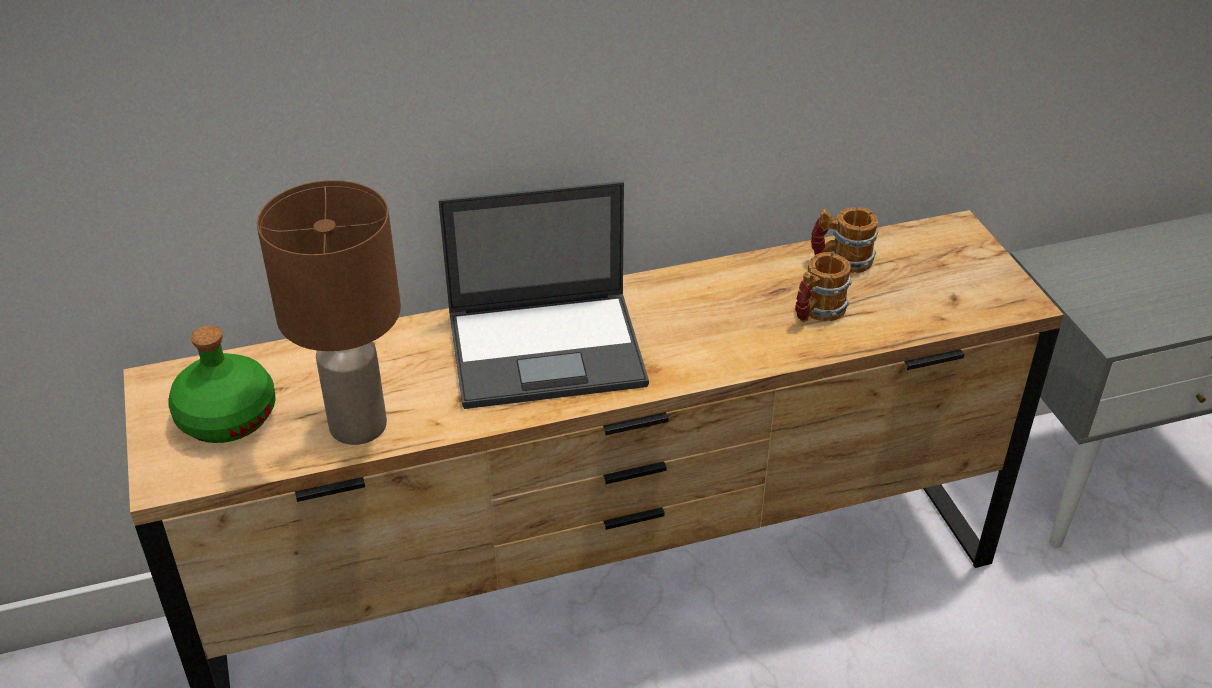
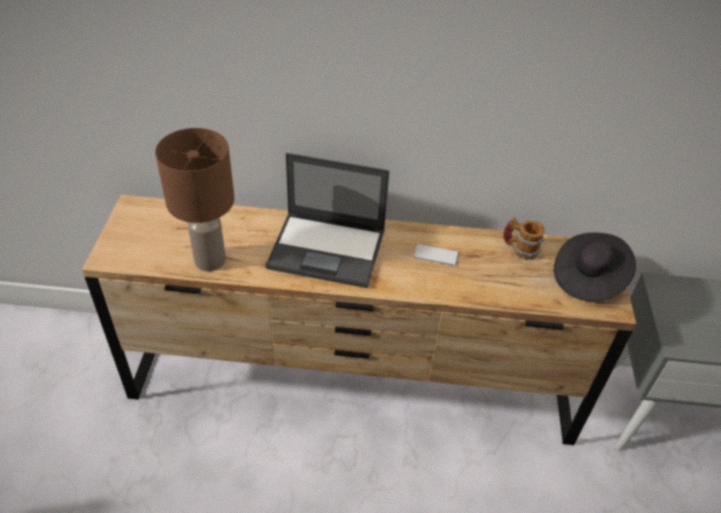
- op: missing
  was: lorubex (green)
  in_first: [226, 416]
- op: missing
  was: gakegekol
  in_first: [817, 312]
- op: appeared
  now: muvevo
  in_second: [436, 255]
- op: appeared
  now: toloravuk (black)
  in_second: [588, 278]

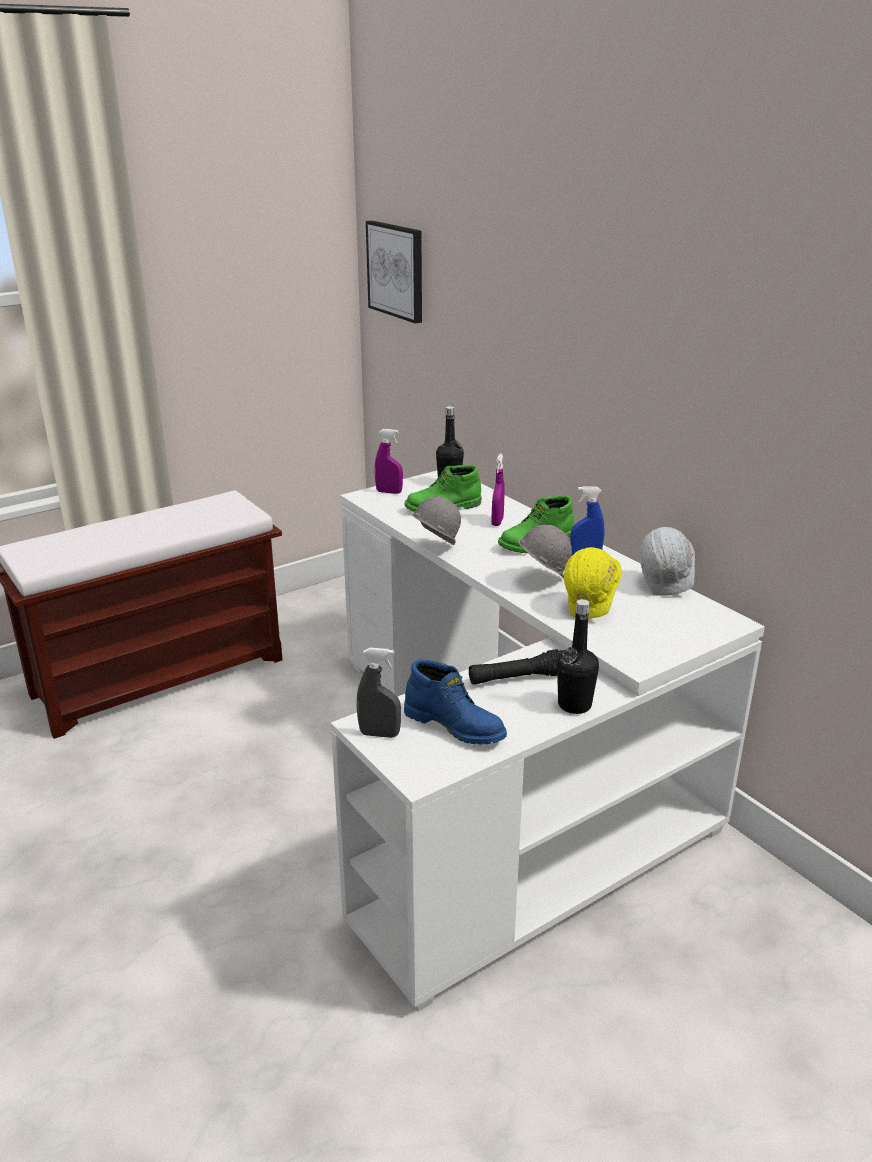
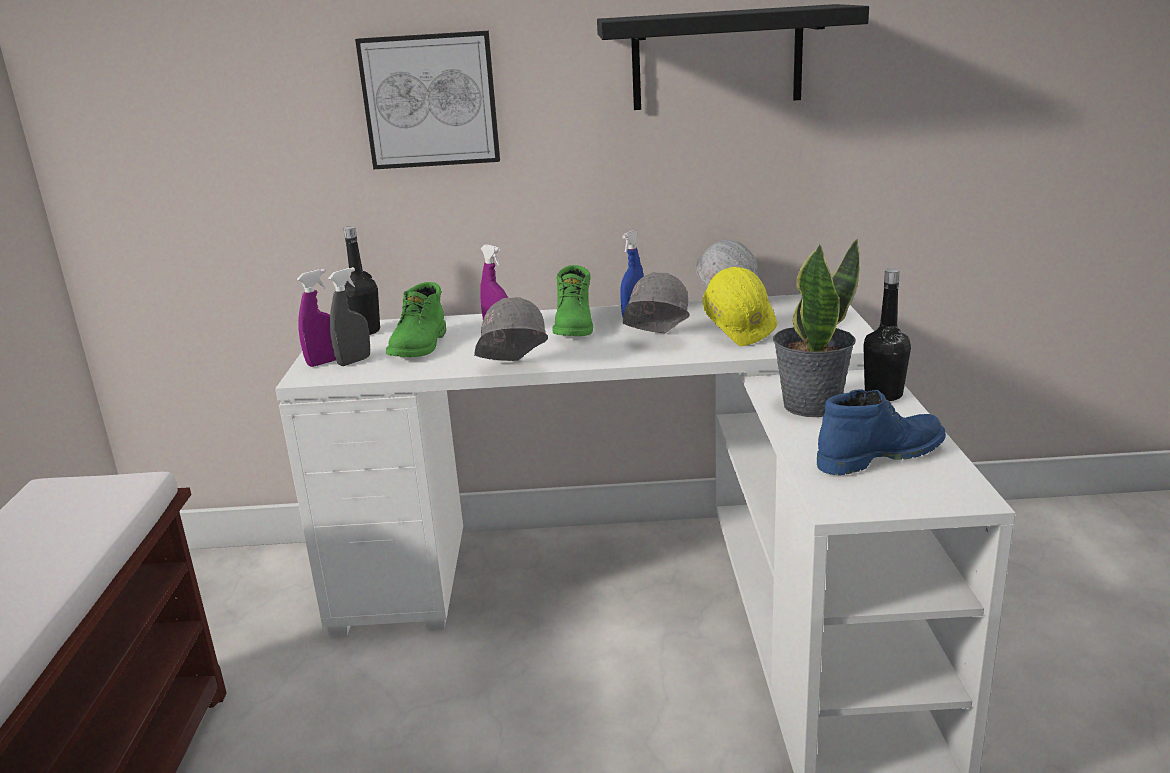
- op: relocated
  was: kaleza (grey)
  in_first: [379, 734]
  in_second: [354, 361]
- op: relocated
  was: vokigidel
  in_first: [396, 270]
  in_second: [430, 100]
- op: exchanged
  was: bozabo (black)
  now: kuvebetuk
  in_first: [520, 678]
  in_second: [810, 405]
- op: appeared
  now: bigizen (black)
  in_second: [716, 58]

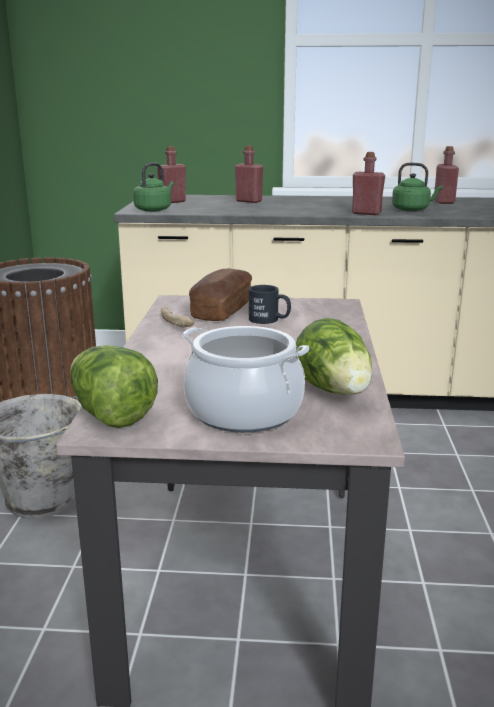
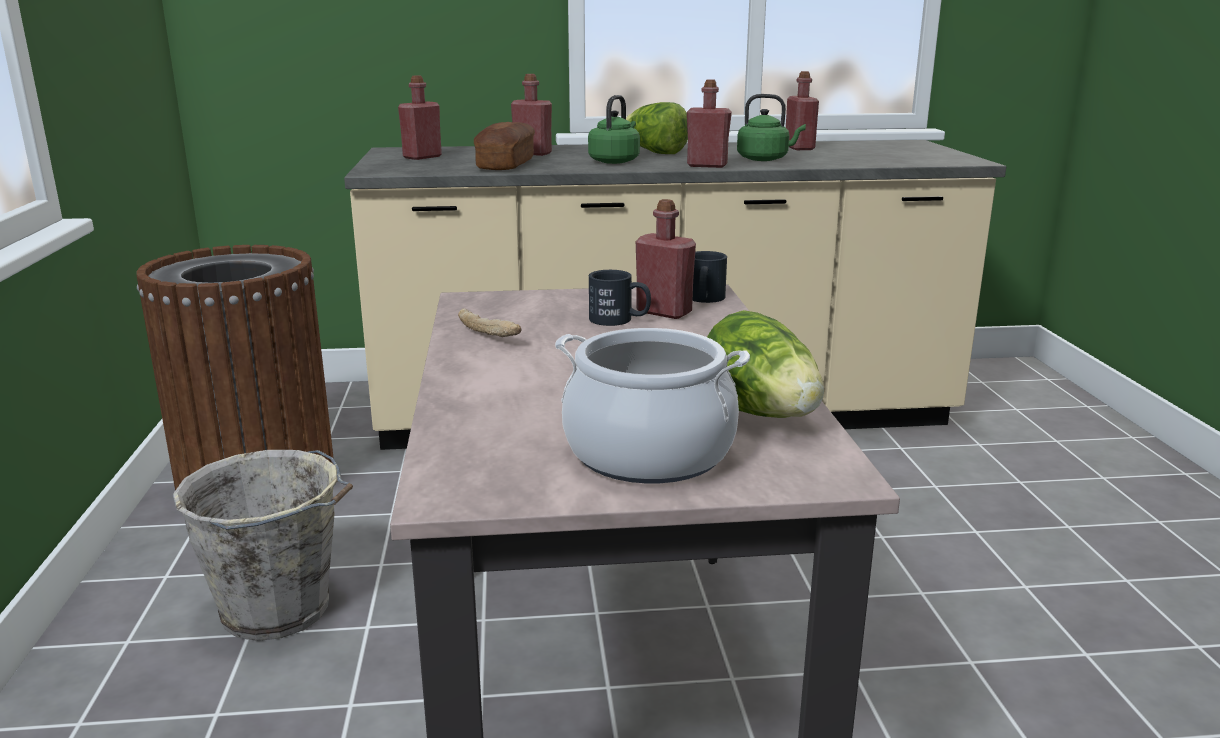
- op: relocated
  was: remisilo
  in_first: [110, 415]
  in_second: [655, 152]
- op: relocated
  was: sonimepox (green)
  in_first: [154, 210]
  in_second: [615, 161]
- op: relocated
  was: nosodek
  in_first: [222, 310]
  in_second: [506, 164]
- op: appeared
  now: lorubex (red)
  in_second: [664, 312]
- op: appeared
  now: gakegekol (black)
  in_second: [704, 299]

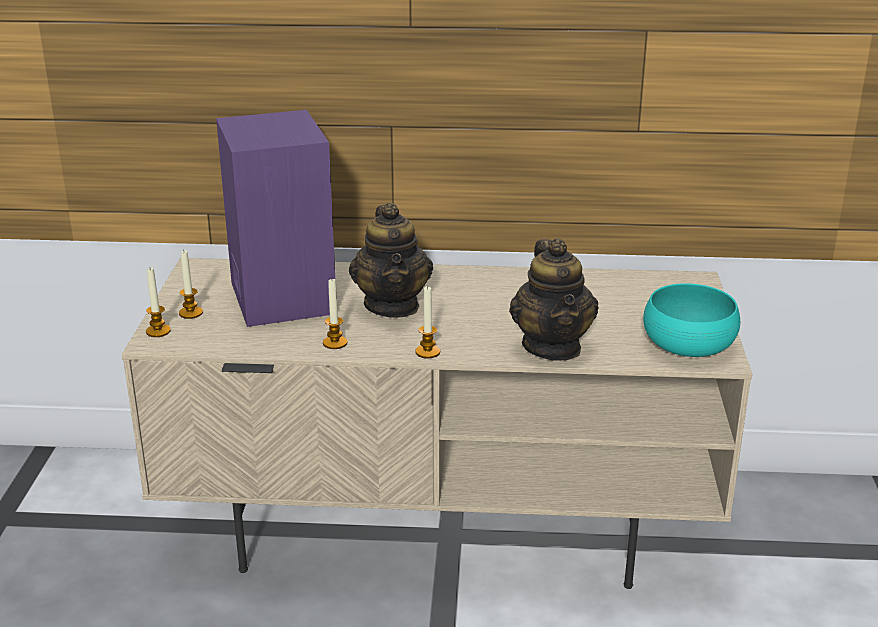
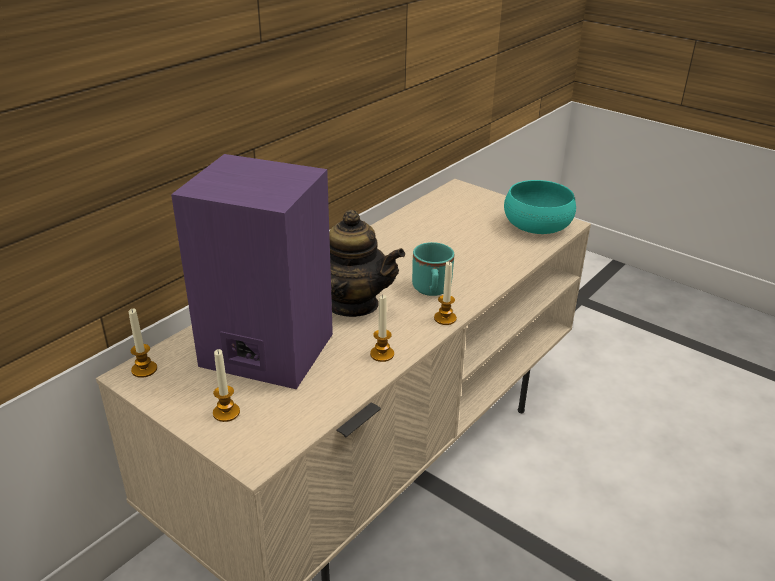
- op: relocated
  was: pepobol
  in_first: [158, 331]
  in_second: [144, 369]
- op: missing
  was: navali
  in_first: [552, 347]
- op: appeared
  now: gakegekol (turquoise)
  in_second: [432, 290]

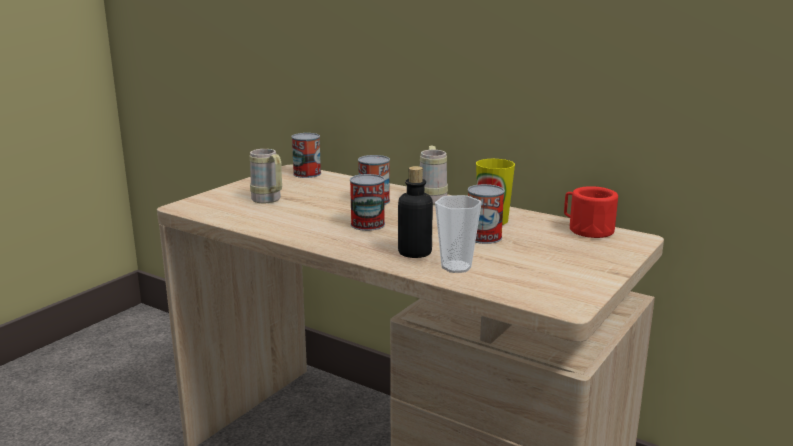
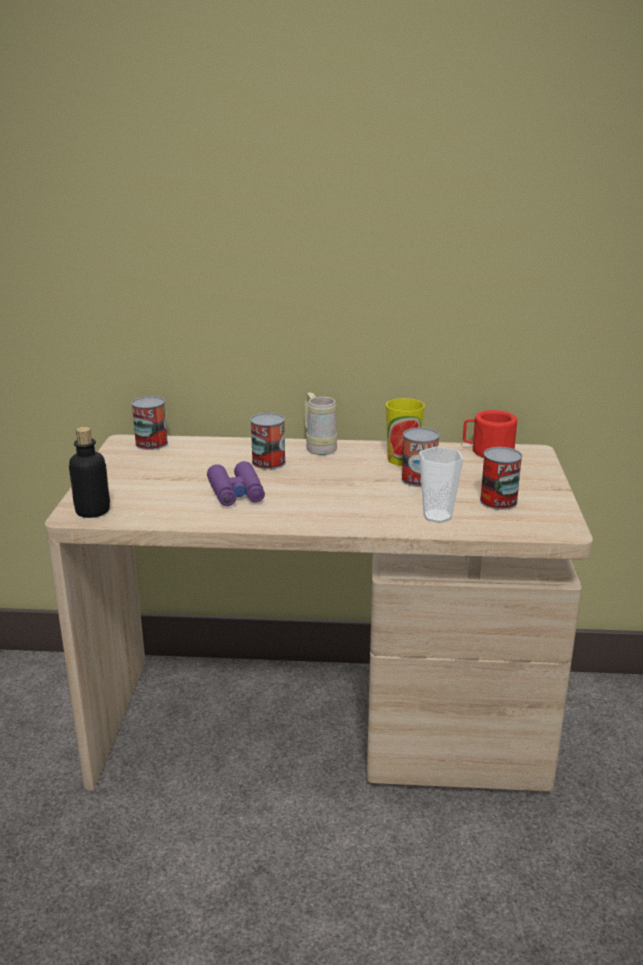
- op: missing
  was: gakegekol (beige)
  in_first: [269, 200]
- op: relocated
  was: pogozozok
  in_first: [367, 224]
  in_second: [498, 501]
- op: relocated
  was: lorubex
  in_first: [414, 252]
  in_second: [92, 511]
- op: appeared
  now: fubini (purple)
  in_second: [236, 493]

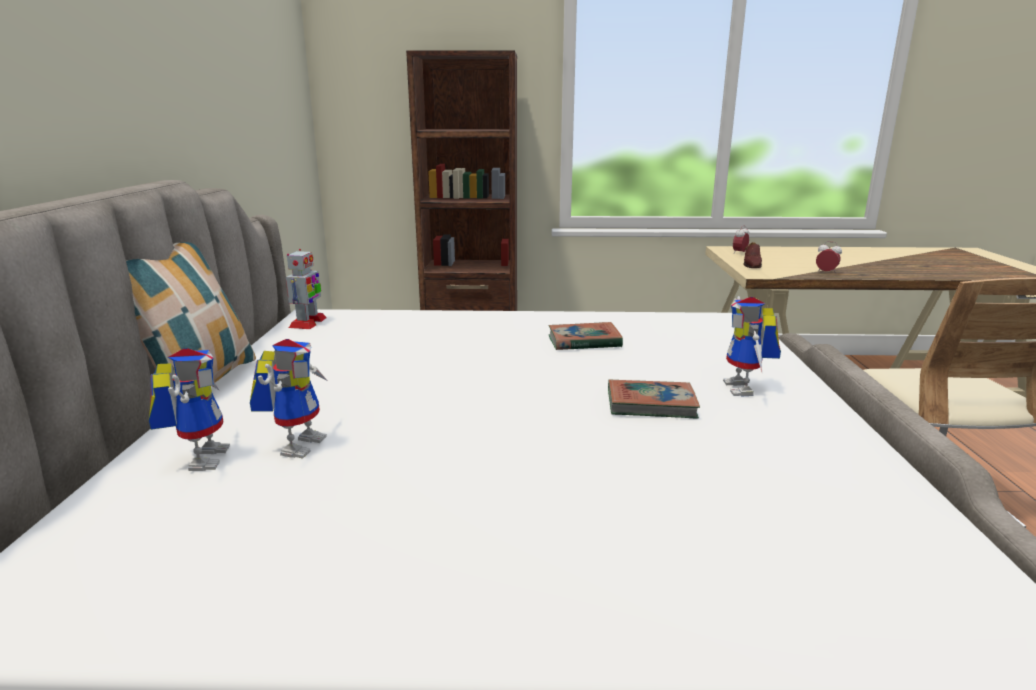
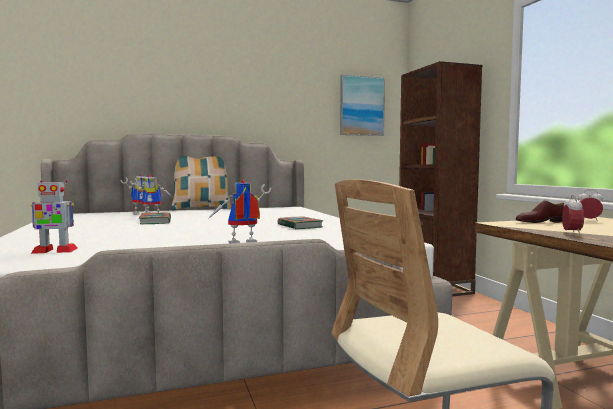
- op: relocated
  was: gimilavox
  in_first: [308, 323]
  in_second: [54, 251]
- op: relocated
  was: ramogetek
  in_first: [651, 404]
  in_second: [155, 221]
- op: appeared
  now: vokigidel
  in_second: [361, 106]

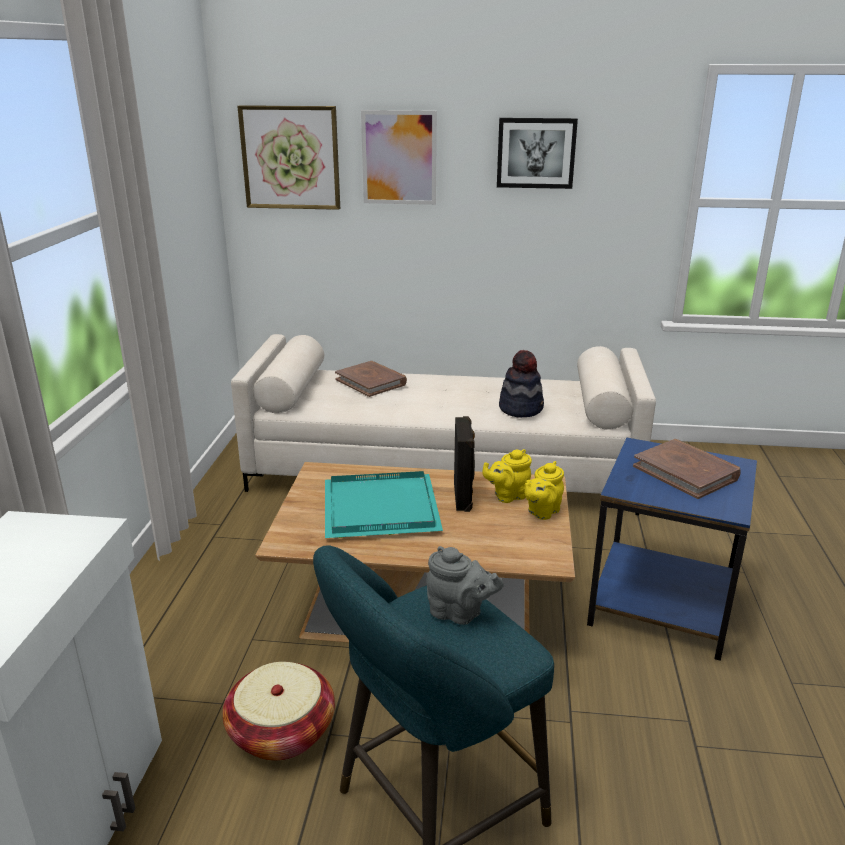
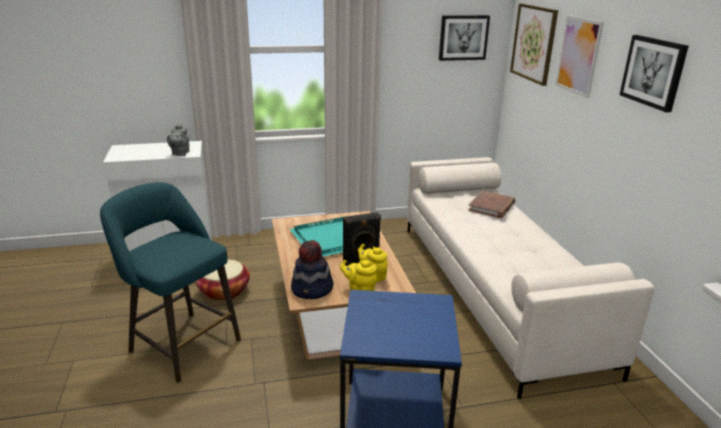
- op: relocated
  was: navali (grey)
  in_first: [459, 613]
  in_second: [180, 153]
- op: relocated
  was: toloravuk
  in_first: [521, 408]
  in_second: [312, 289]
- op: missing
  was: ramogetek (brown)
  in_first: [686, 472]
- op: appeared
  now: vokigidel
  in_second: [463, 37]

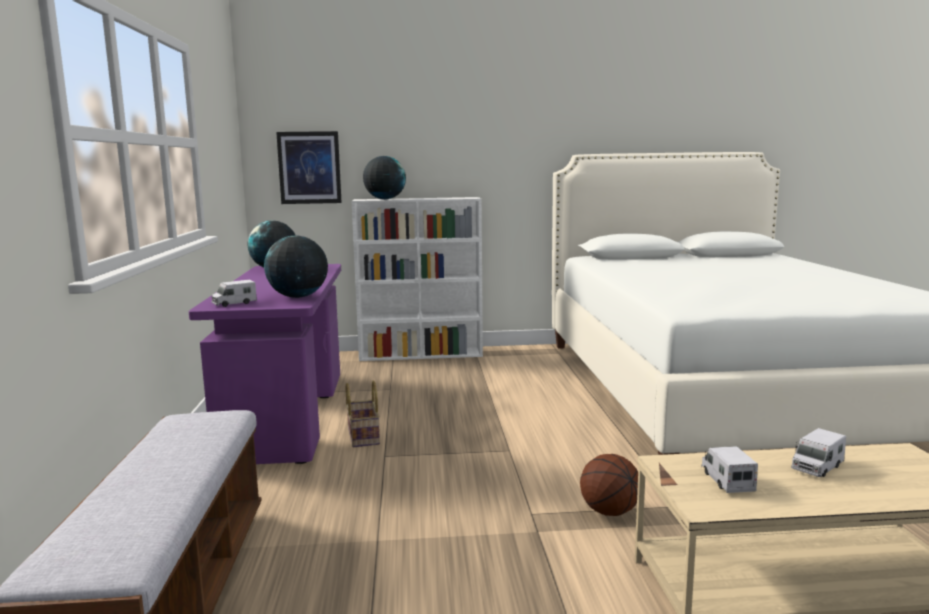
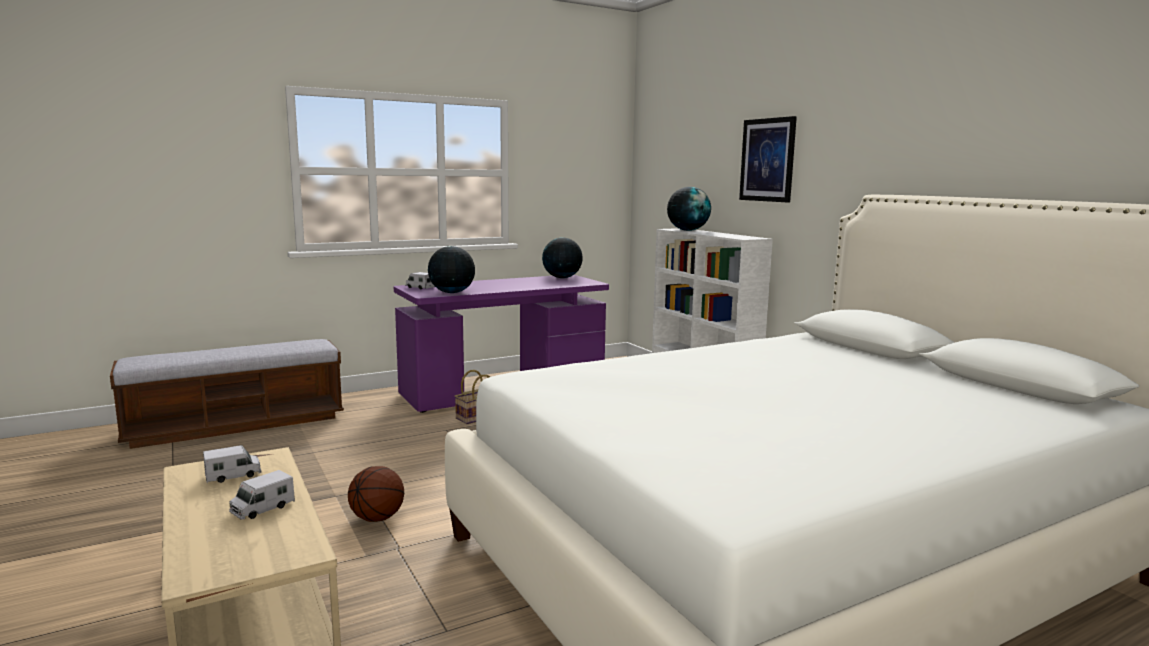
- op: relocated
  was: vokigidel
  in_first: [309, 167]
  in_second: [767, 160]
- op: spun
  was: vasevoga
  in_first: [817, 467]
  in_second: [262, 508]
  clockwise: -75

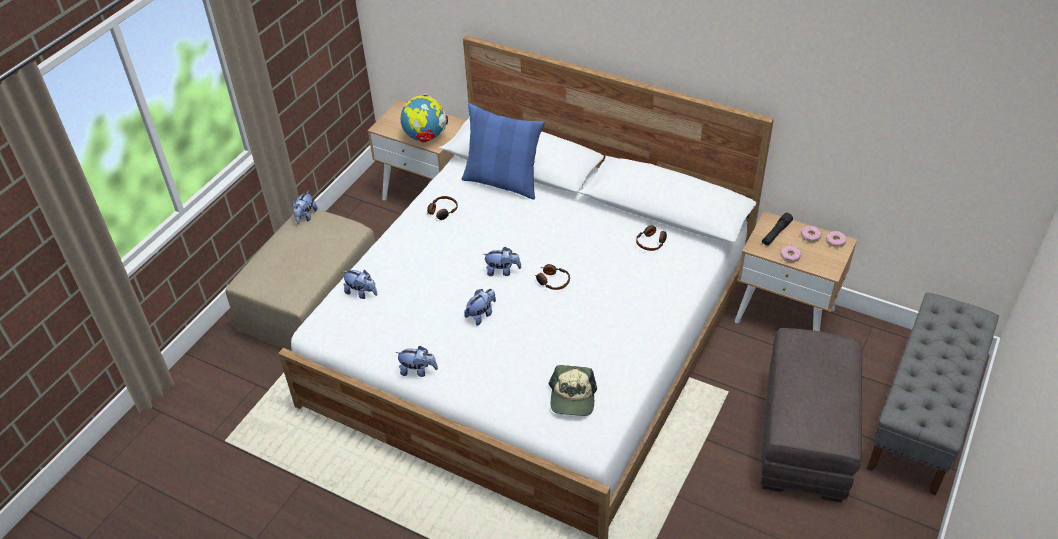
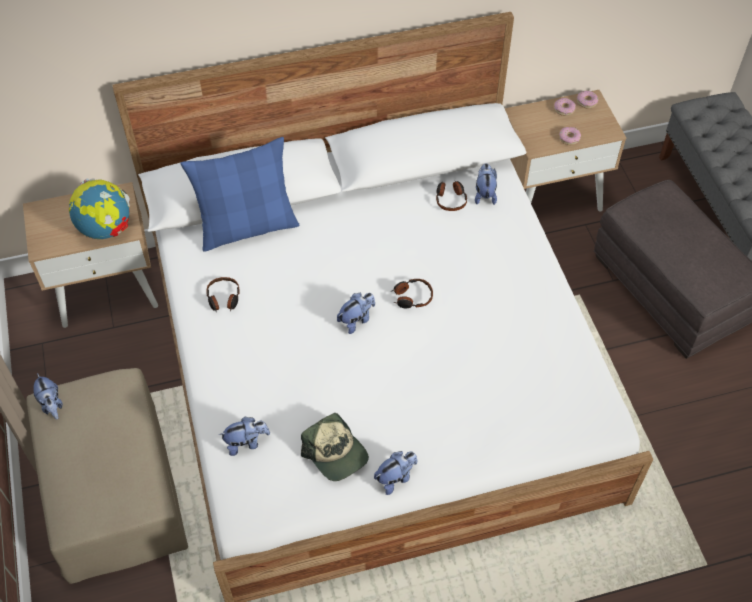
- op: relocated
  was: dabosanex
  in_first: [481, 315]
  in_second: [484, 194]
- op: relocated
  was: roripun
  in_first: [572, 398]
  in_second: [335, 453]
- op: missing
  was: bozabo (black)
  in_first: [776, 233]

